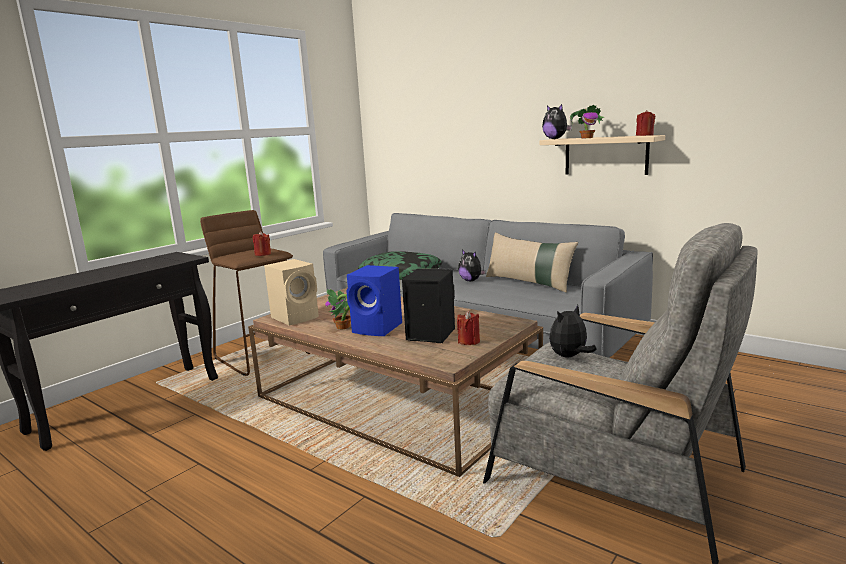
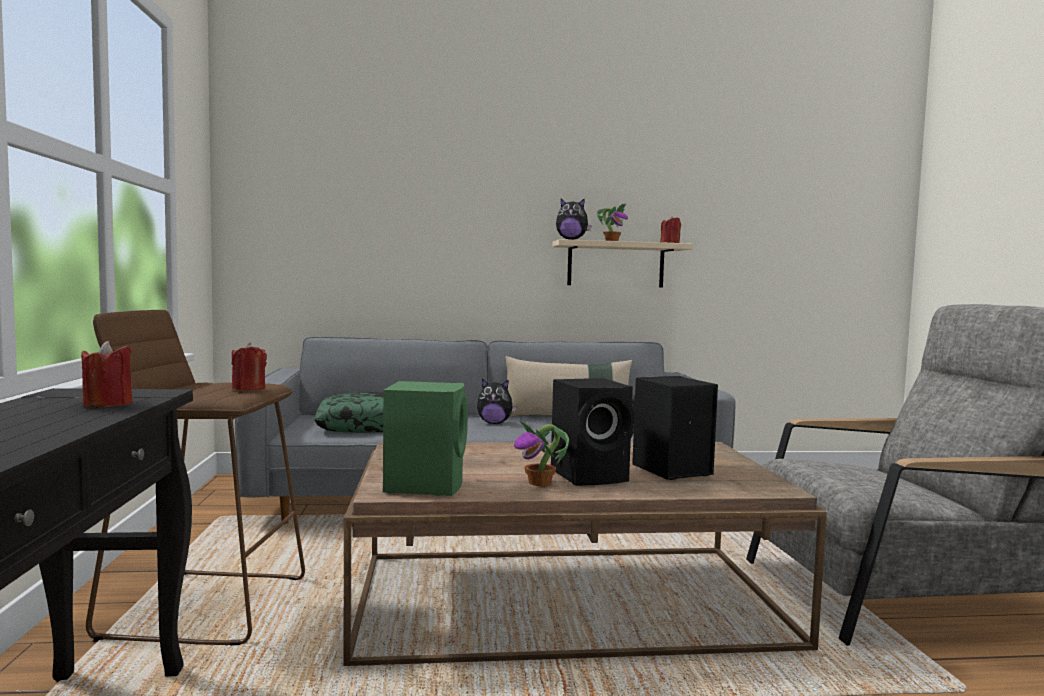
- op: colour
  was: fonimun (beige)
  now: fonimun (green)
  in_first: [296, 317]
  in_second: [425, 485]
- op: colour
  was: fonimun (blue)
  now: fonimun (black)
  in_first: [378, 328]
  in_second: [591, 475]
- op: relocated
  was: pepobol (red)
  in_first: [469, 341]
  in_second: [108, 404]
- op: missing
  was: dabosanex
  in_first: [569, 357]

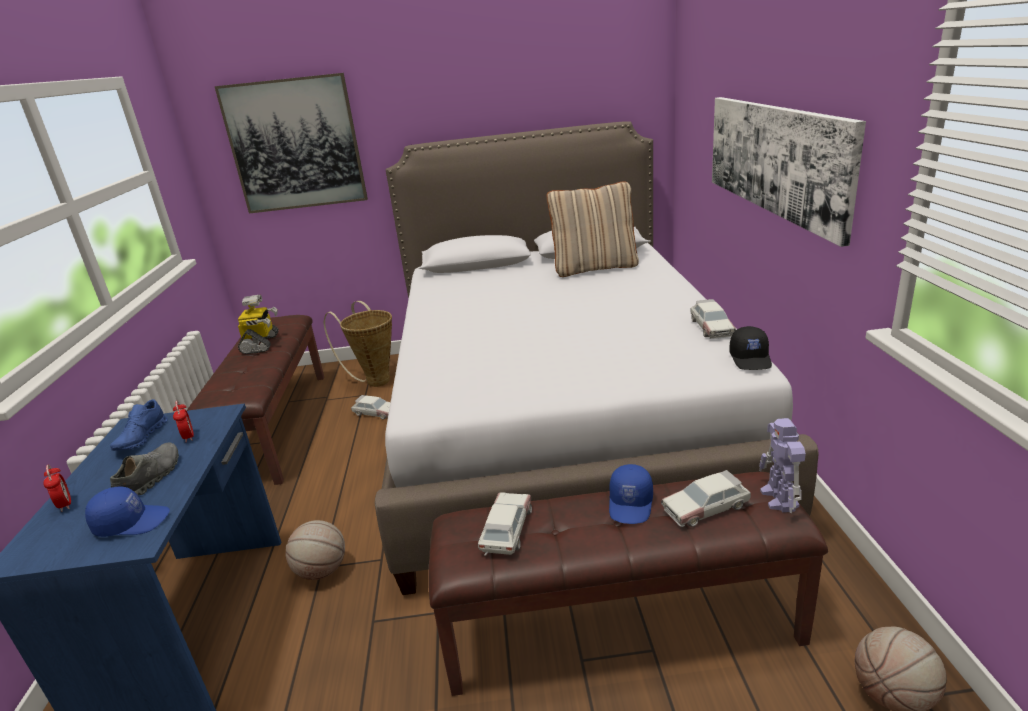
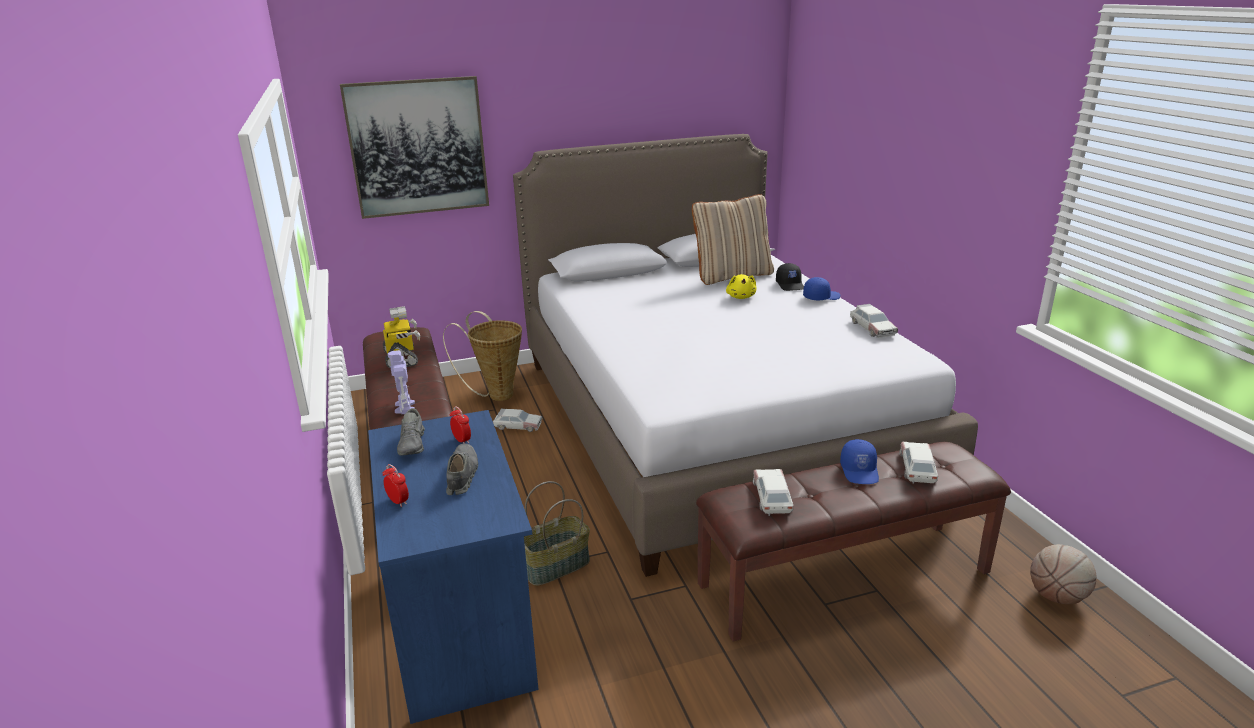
- op: relocated
  was: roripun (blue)
  in_first: [132, 522]
  in_second: [821, 297]
- op: colour
  was: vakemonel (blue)
  now: vakemonel (grey)
  in_first: [142, 438]
  in_second: [413, 444]
- op: exchanged
  was: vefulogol
  now: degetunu
  in_first: [322, 571]
  in_second: [556, 567]
- op: spun
  was: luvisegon
  in_first: [706, 507]
  in_second: [917, 468]
  clockwise: 135
- op: missing
  was: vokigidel
  in_first: [774, 158]
- op: relocated
  was: roripun (black)
  in_first: [751, 359]
  in_second: [790, 285]
- op: relocated
  was: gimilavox
  in_first: [779, 499]
  in_second: [405, 408]
- op: appeared
  now: dabosanex (yellow)
  in_second: [741, 297]

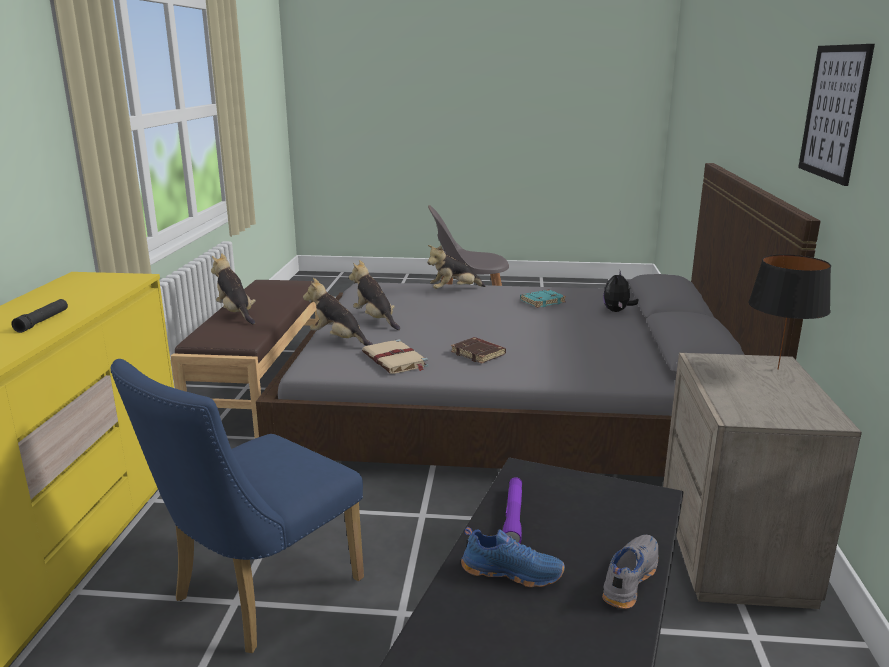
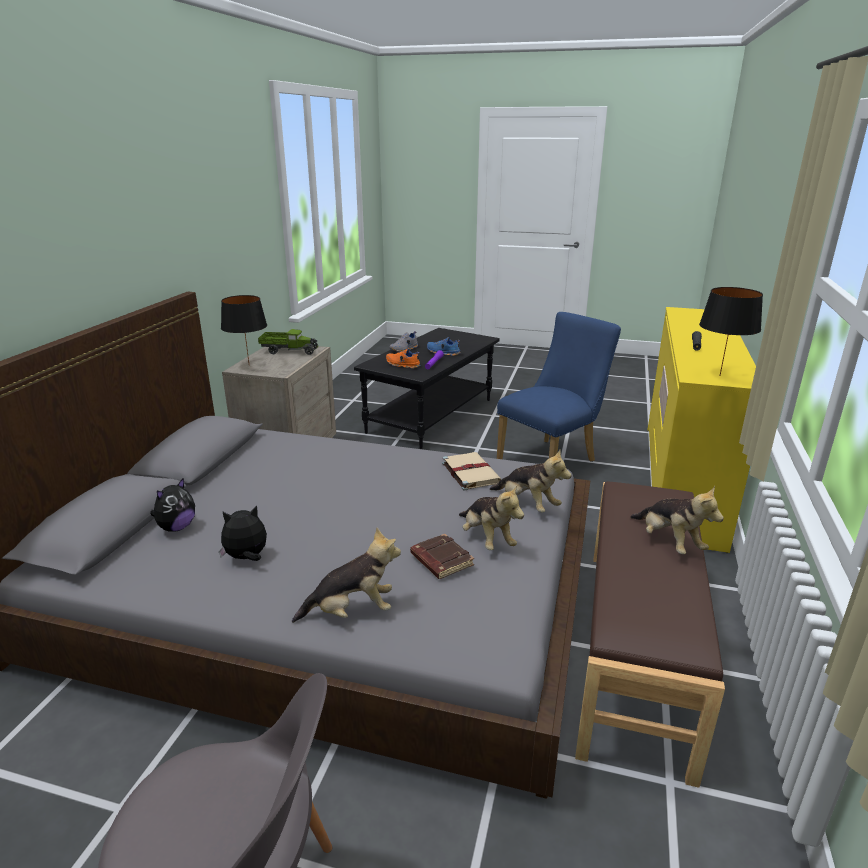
- op: relocated
  was: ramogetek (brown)
  in_first: [479, 354]
  in_second: [440, 560]
- op: exchanged
  was: ramogetek (turquoise)
  now: dabosanex
  in_first: [542, 301]
  in_second: [247, 558]
- op: missing
  was: vokigidel
  in_first: [834, 112]
- op: appeared
  now: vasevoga
  in_second: [289, 351]
- op: appeared
  now: vakemonel (orange)
  in_second: [402, 365]
- op: appeared
  now: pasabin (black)
  in_second: [720, 376]

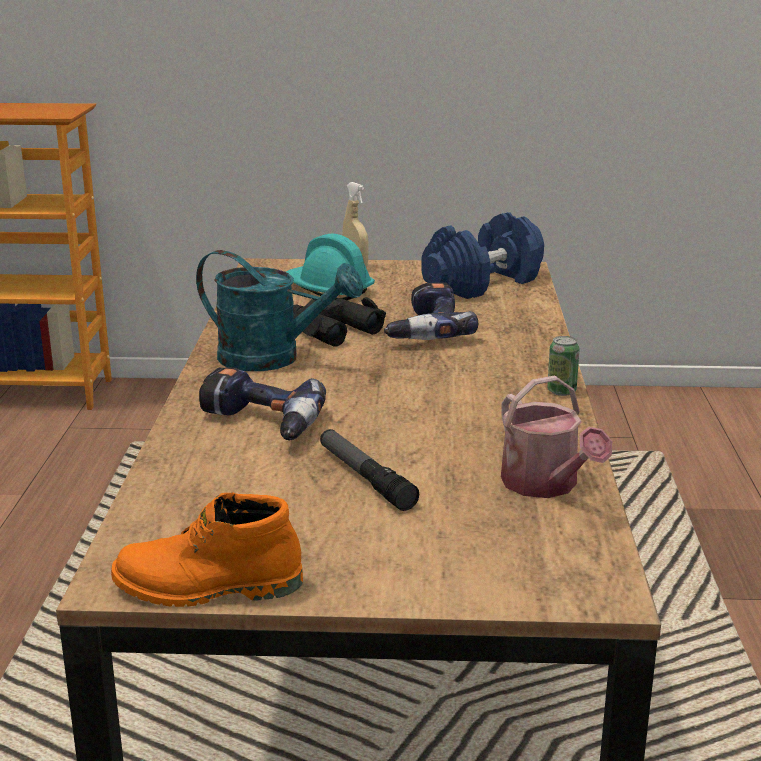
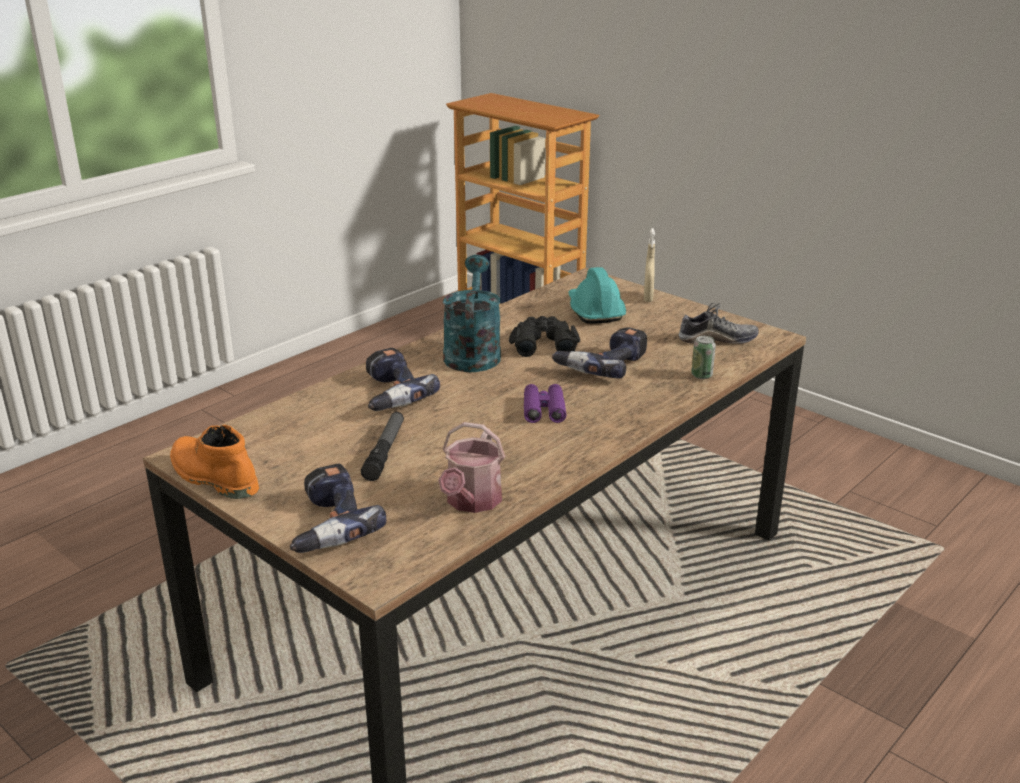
- op: spun
  was: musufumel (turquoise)
  in_first: [273, 359]
  in_second: [472, 352]
  clockwise: -150
- op: exchanged
  was: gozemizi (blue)
  now: vakemonel
  in_first: [482, 283]
  in_second: [717, 339]
- op: relocated
  was: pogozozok
  in_first: [561, 391]
  in_second: [701, 375]
- op: appeared
  now: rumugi
  in_second: [327, 525]
- op: appeared
  now: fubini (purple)
  in_second: [544, 409]

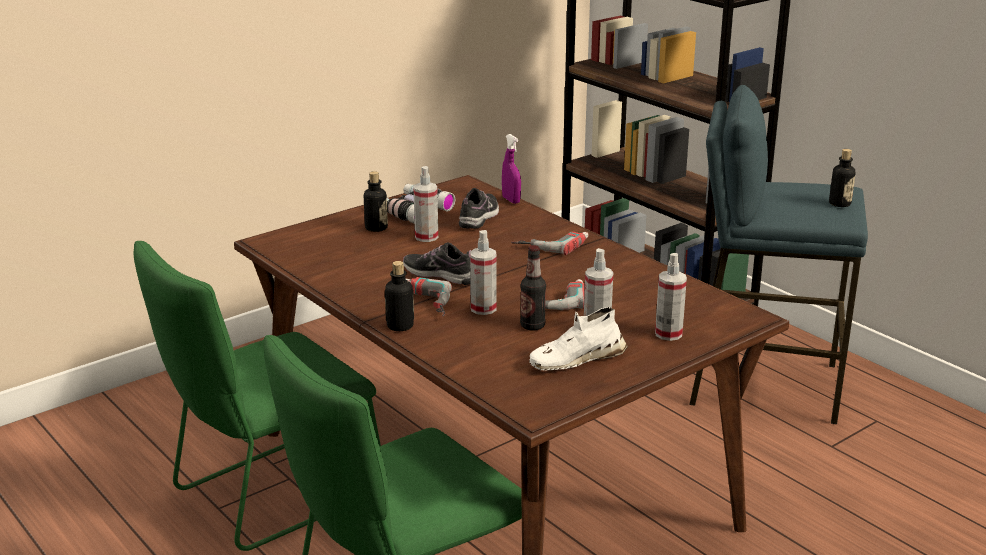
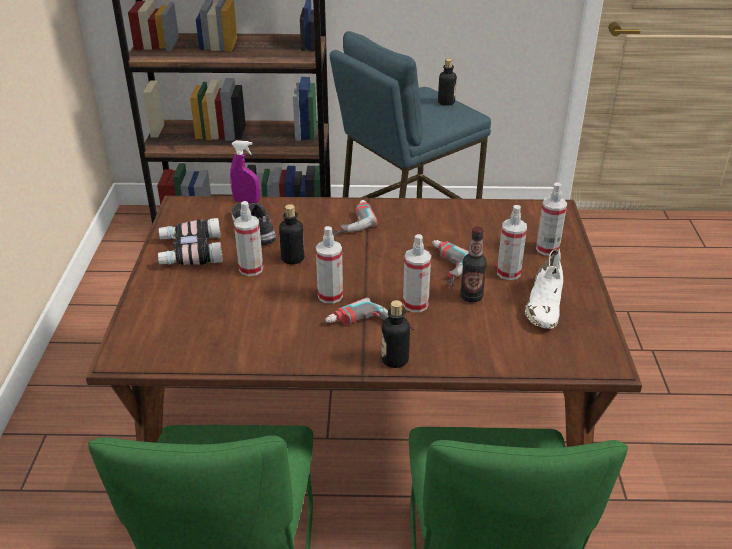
- op: relocated
  was: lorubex
  in_first: [376, 228]
  in_second: [293, 258]
- op: exchanged
  was: vakemonel
  now: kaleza
  in_first: [440, 275]
  in_second: [330, 296]

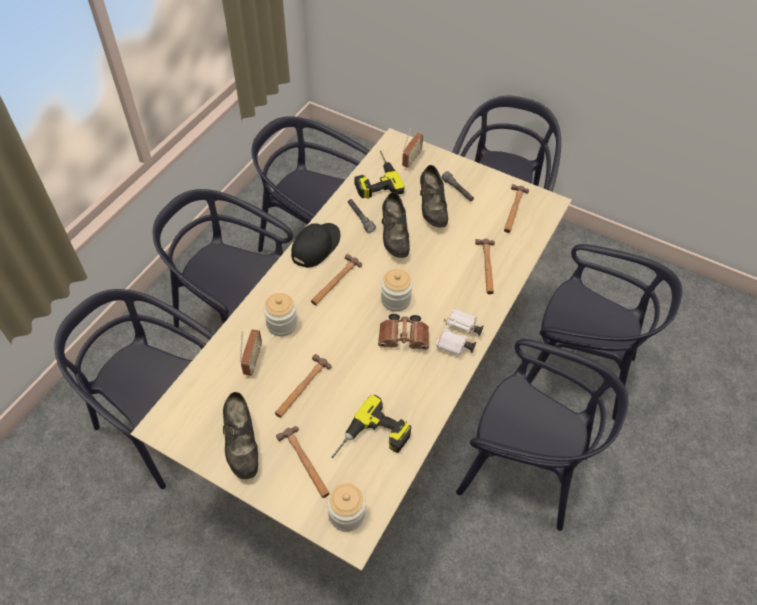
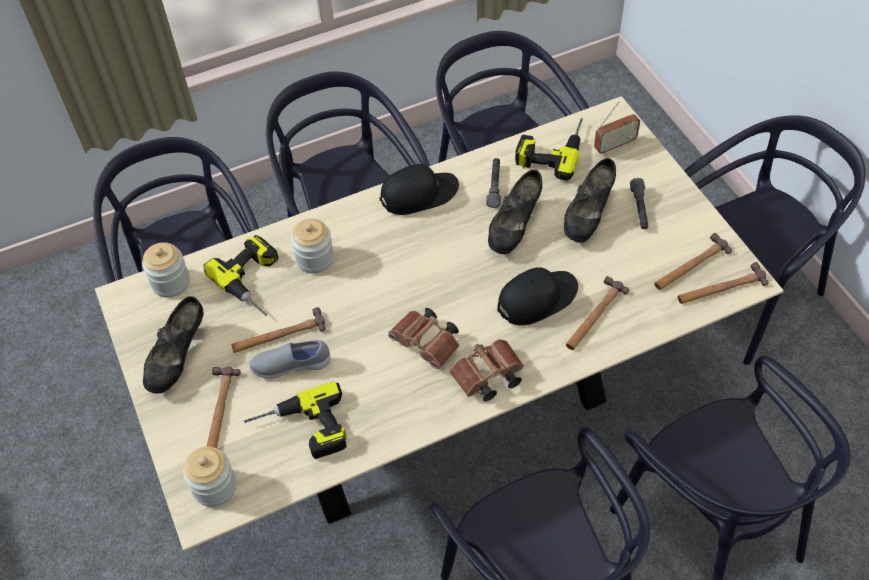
- op: exchanged
  was: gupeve
  now: rumugi
  in_first: [252, 360]
  in_second: [256, 280]
- op: relocated
  was: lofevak
  in_first: [334, 282]
  in_second: [721, 288]
- op: relocated
  was: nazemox
  in_first: [395, 300]
  in_second: [171, 282]
- op: colour
  was: fubini (white)
  now: fubini (brown)
  in_first: [458, 338]
  in_second: [486, 378]
- op: appeared
  now: vakemonel (grey)
  in_second: [291, 365]
- op: appeared
  now: roripun (black)
  in_second: [537, 299]

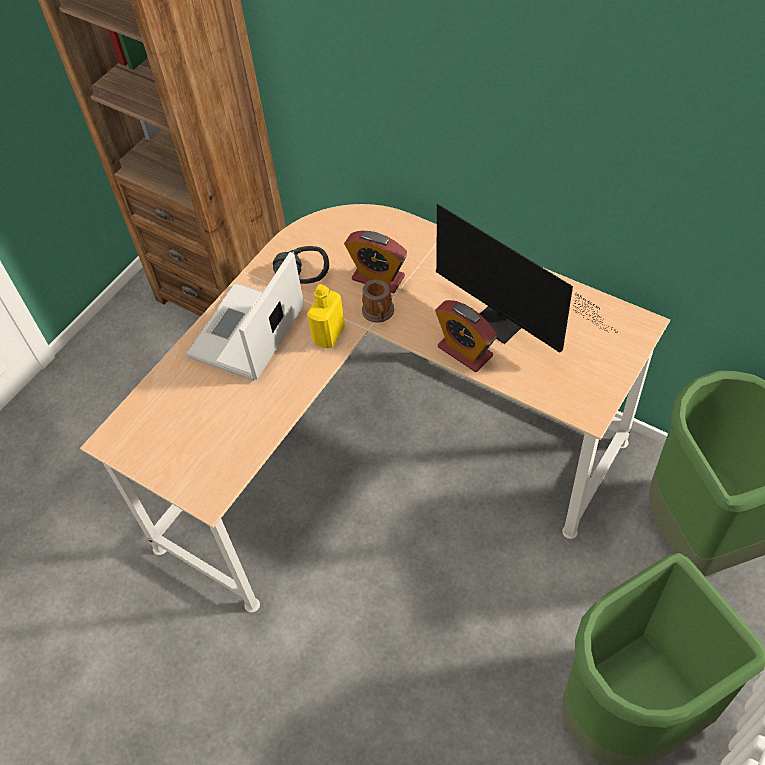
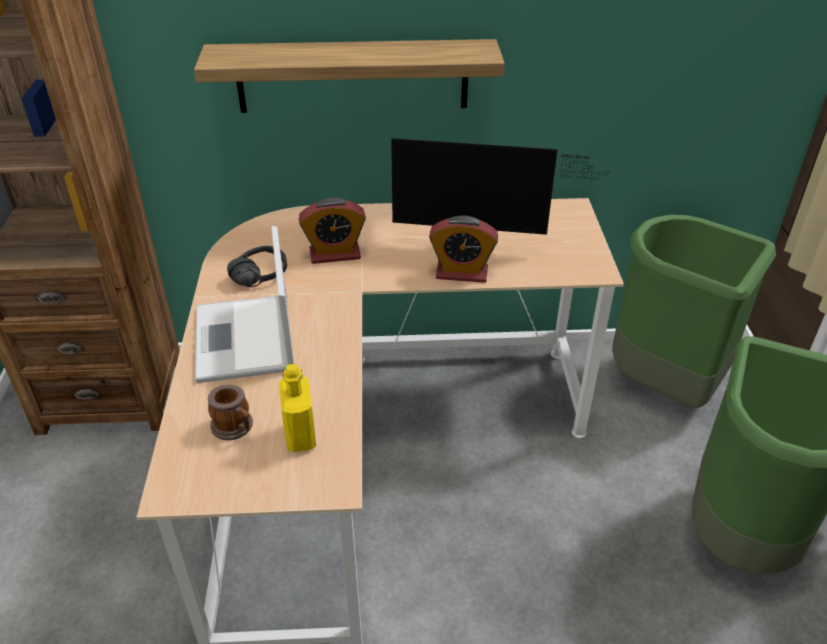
- op: relocated
  was: lorubex (yellow)
  in_first: [329, 335]
  in_second: [300, 436]
- op: relocated
  was: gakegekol
  in_first: [379, 313]
  in_second: [235, 427]
- op: appeared
  now: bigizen
  in_second: [352, 76]

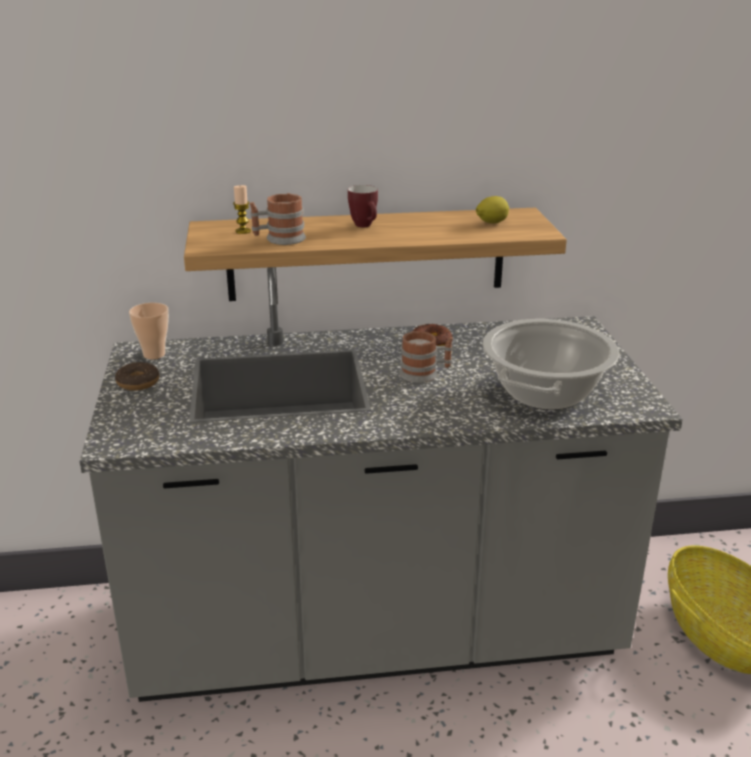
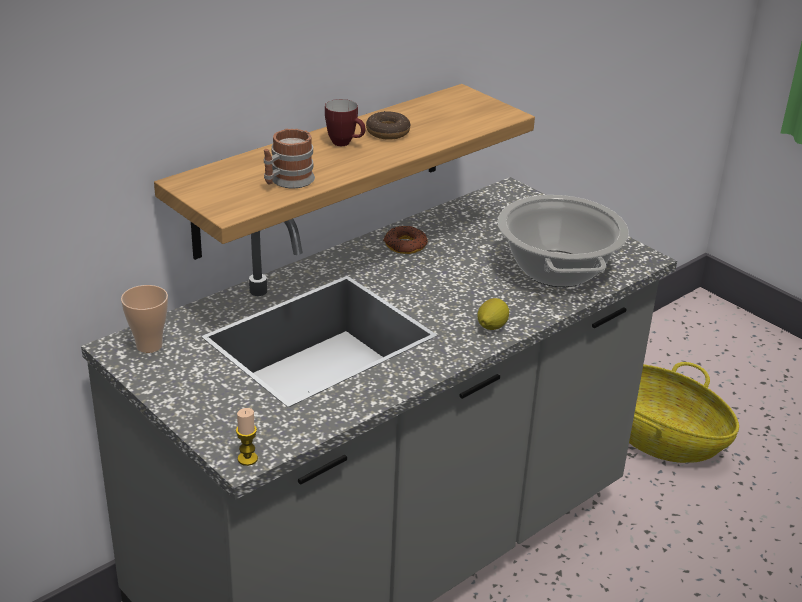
- op: relocated
  was: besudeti
  in_first: [138, 382]
  in_second: [388, 132]
- op: relocated
  was: pepobol
  in_first: [243, 231]
  in_second: [247, 459]
- op: missing
  was: gakegekol
  in_first: [425, 374]
- op: relocated
  was: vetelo
  in_first: [491, 223]
  in_second: [491, 327]

